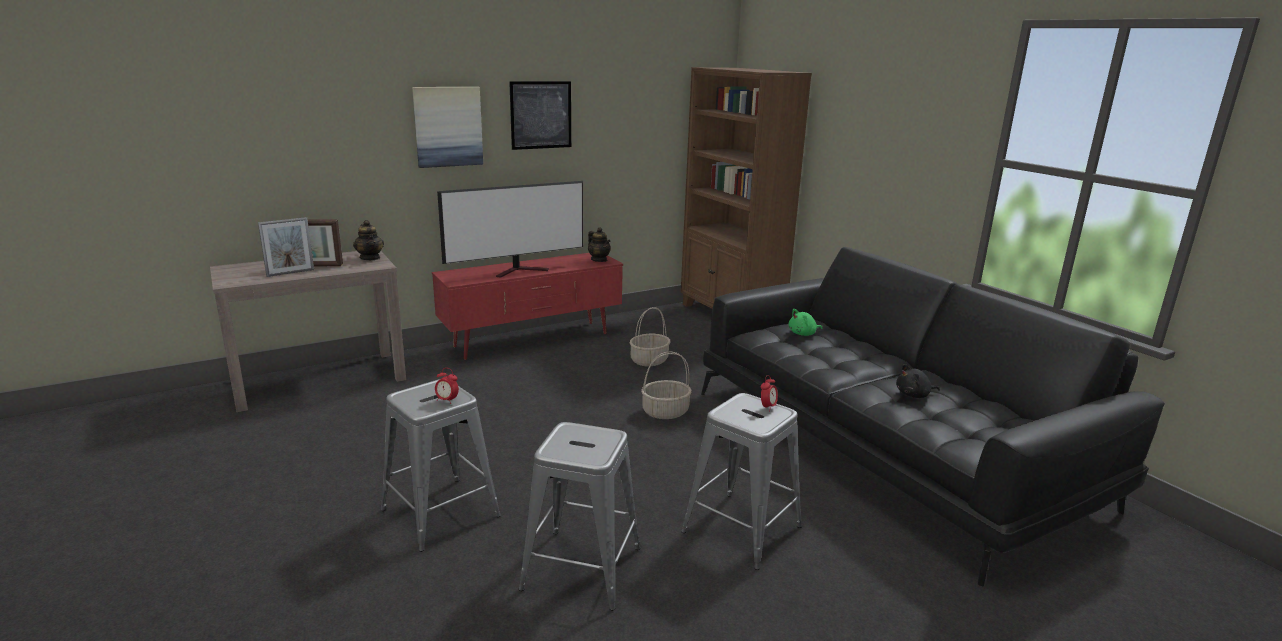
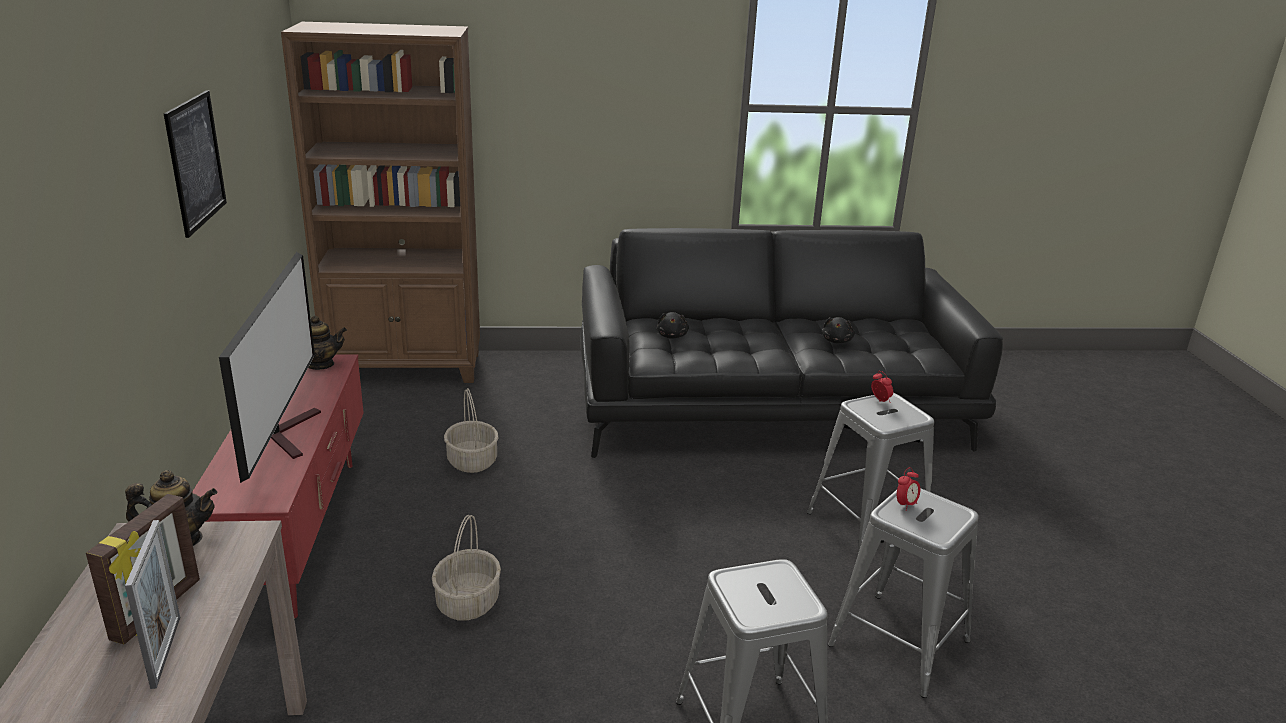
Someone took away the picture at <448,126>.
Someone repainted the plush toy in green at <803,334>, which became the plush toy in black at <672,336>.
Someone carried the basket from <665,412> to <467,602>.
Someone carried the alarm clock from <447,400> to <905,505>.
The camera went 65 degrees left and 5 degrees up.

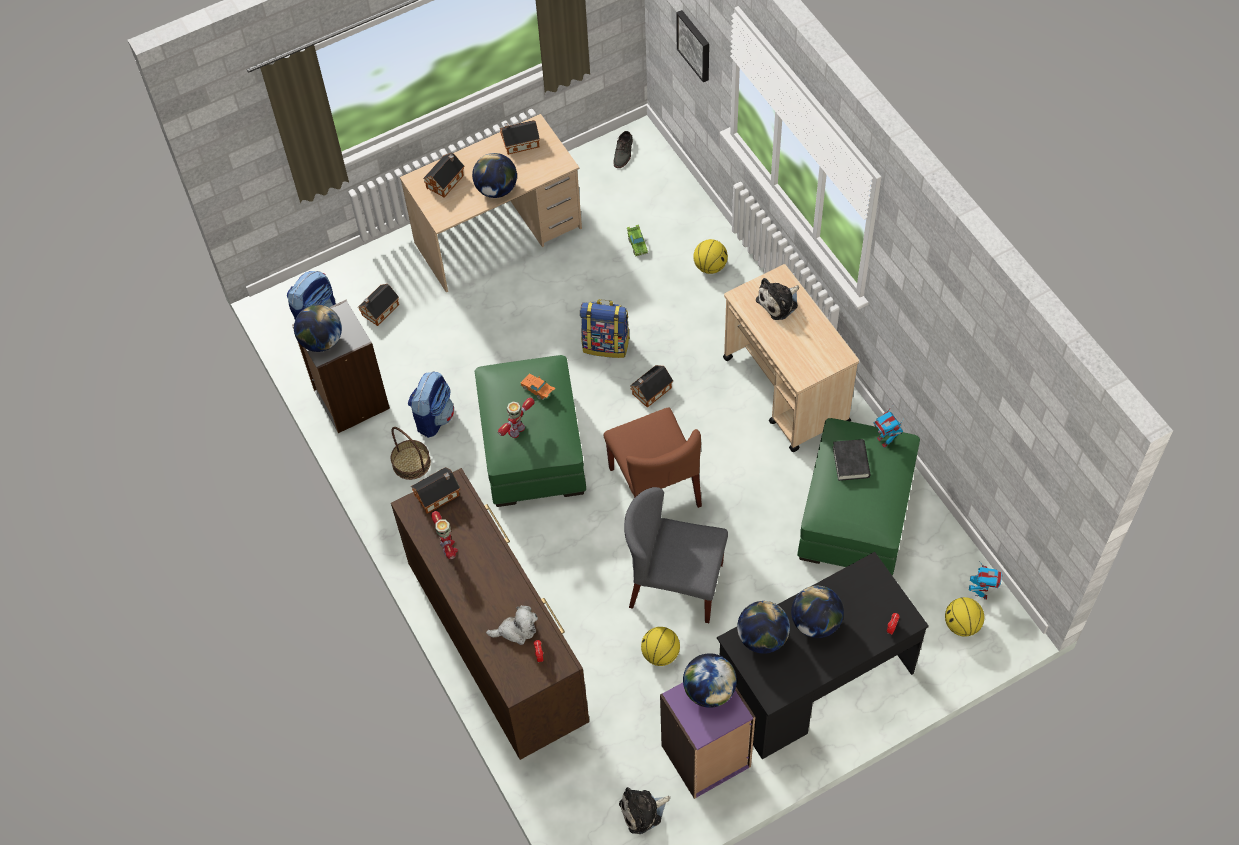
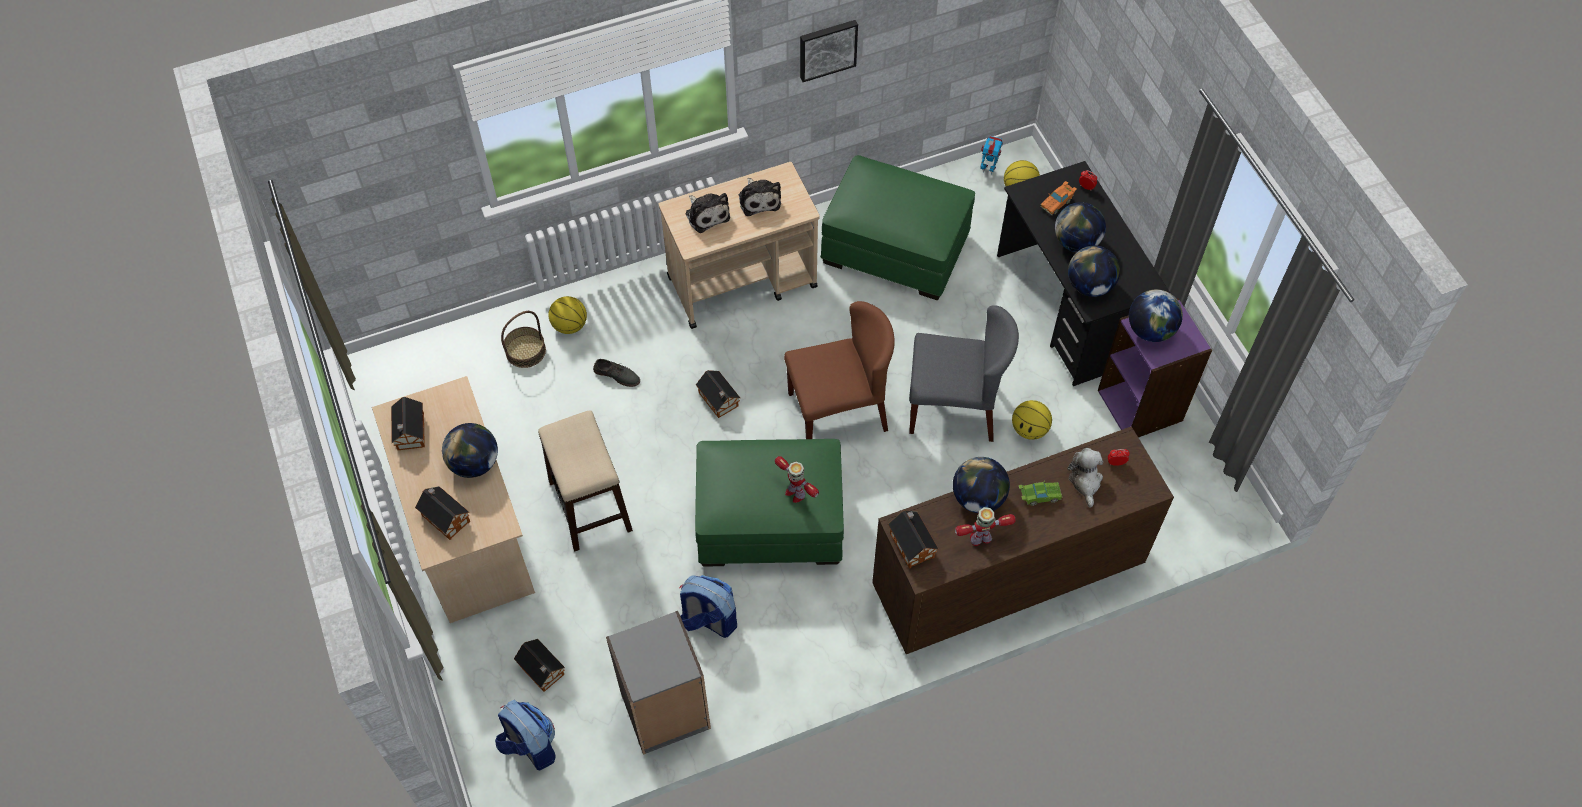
Someone carried the picture from <695,45> to <827,49>.
Someone carried the shoe in grey from <623,153> to <617,375>.
Someone carried the toy car in green from <637,244> to <1039,496>.
Someone took away the backpack at <606,344>.
Someone carried the globe from <321,341> to <978,498>.
Someone carried the toy car in orange from <538,390> to <1057,202>.
Someone took away the toy robot at <885,440>.
Someone carried the basket from <411,463> to <525,351>.
Someone took away the book in black at <851,462>.
Someone rotated the chair in grey at <675,585> by 105 degrees counterclockwise.
Someone carried the plush toy from <643,811> to <759,199>.
Someone put down the stool at <590,507>.
The camera went 85 degrees left and 0 degrees up.

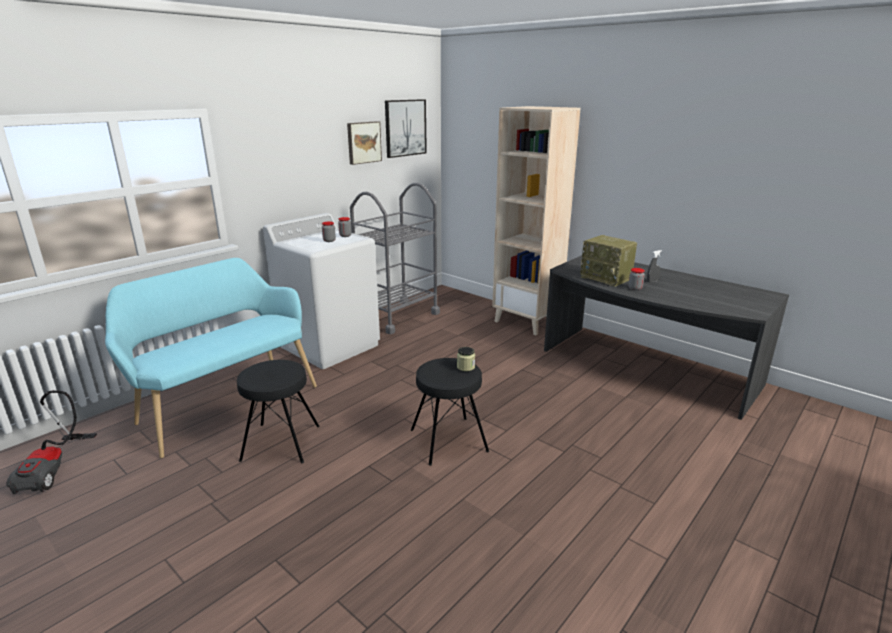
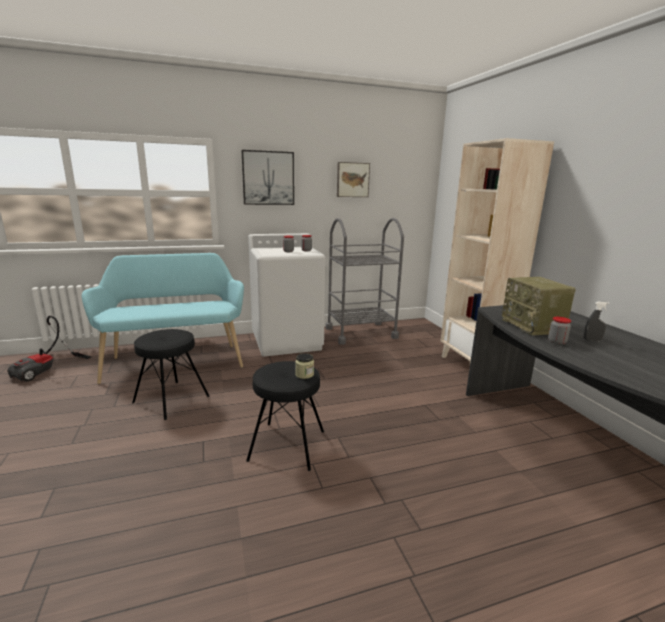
Someone carried the picture from <405,128> to <268,178>.
The camera went 30 degrees right and 5 degrees down.

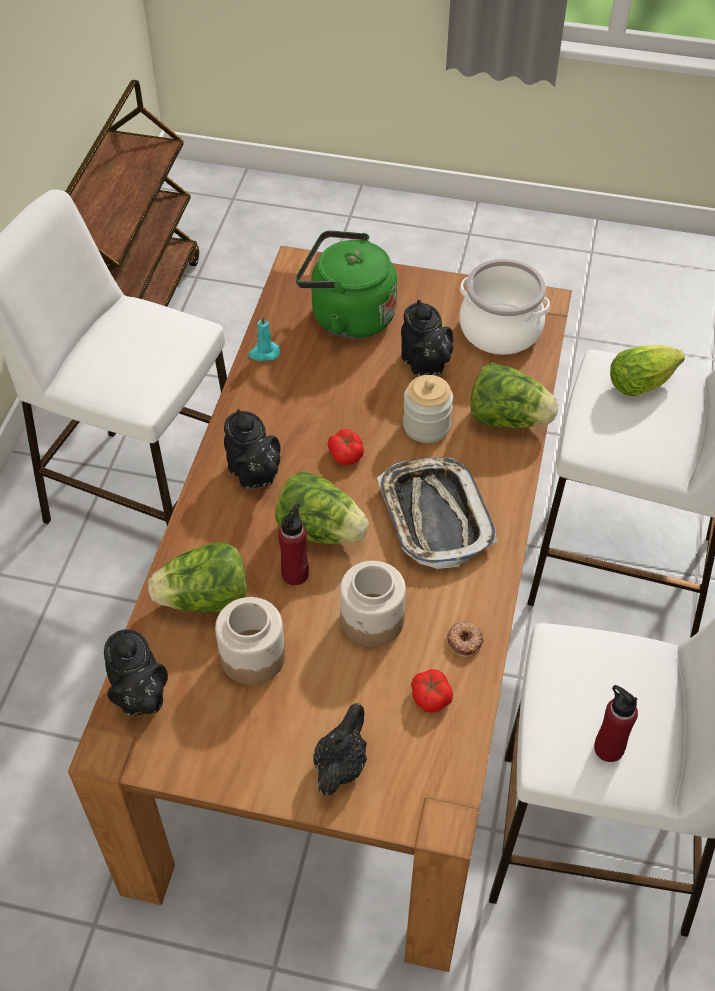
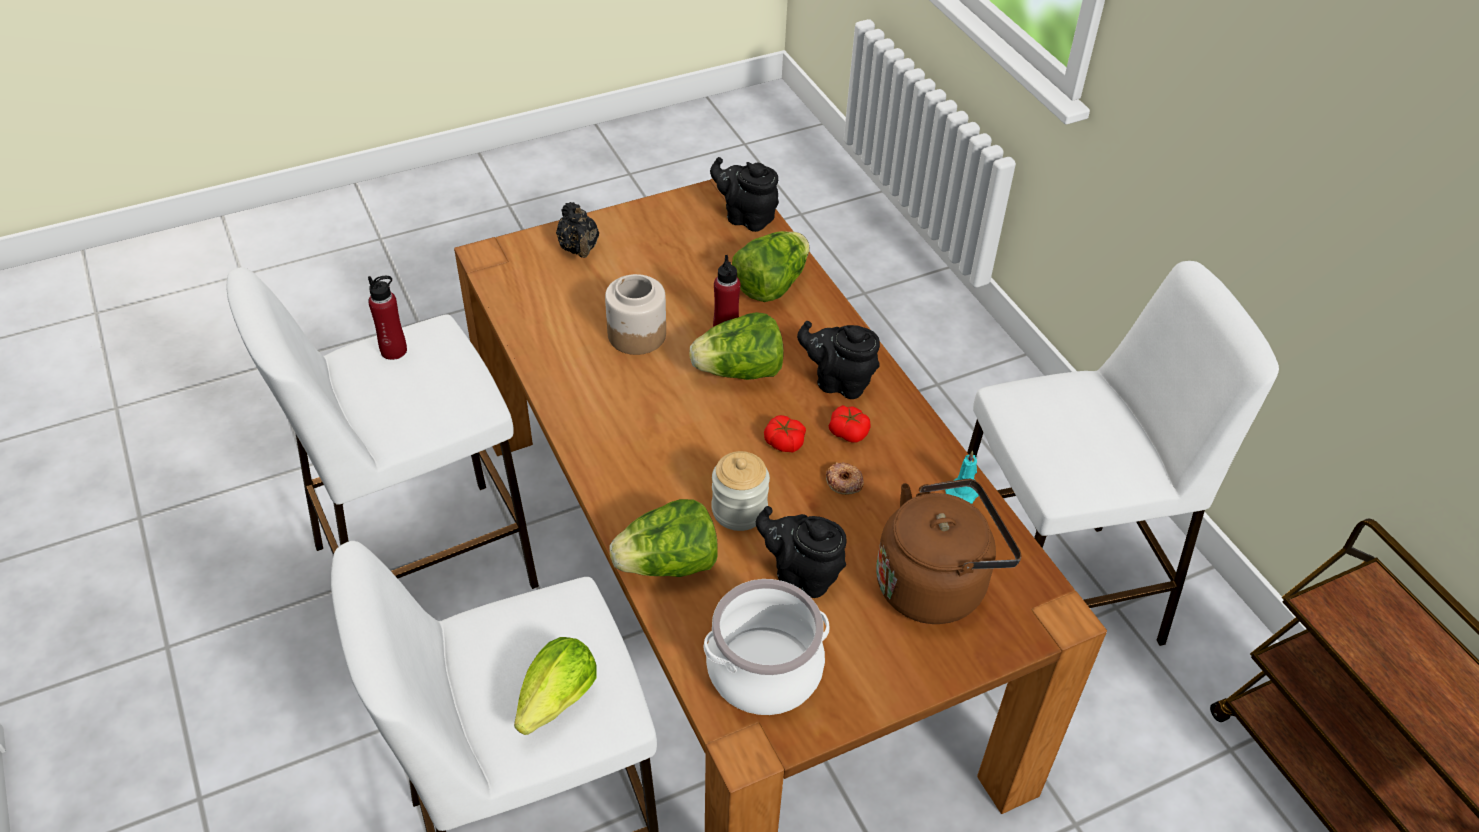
Someone repainted the kettle in green at <347,316>, which became the kettle in brown at <936,583>.
Someone took away the tray at <434,516>.
Someone took away the jar at <253,656>.
Someone carried the donut from <465,641> to <844,482>.
Someone carried the tomato from <430,697> to <848,432>.
The camera went 140 degrees right and 5 degrees down.

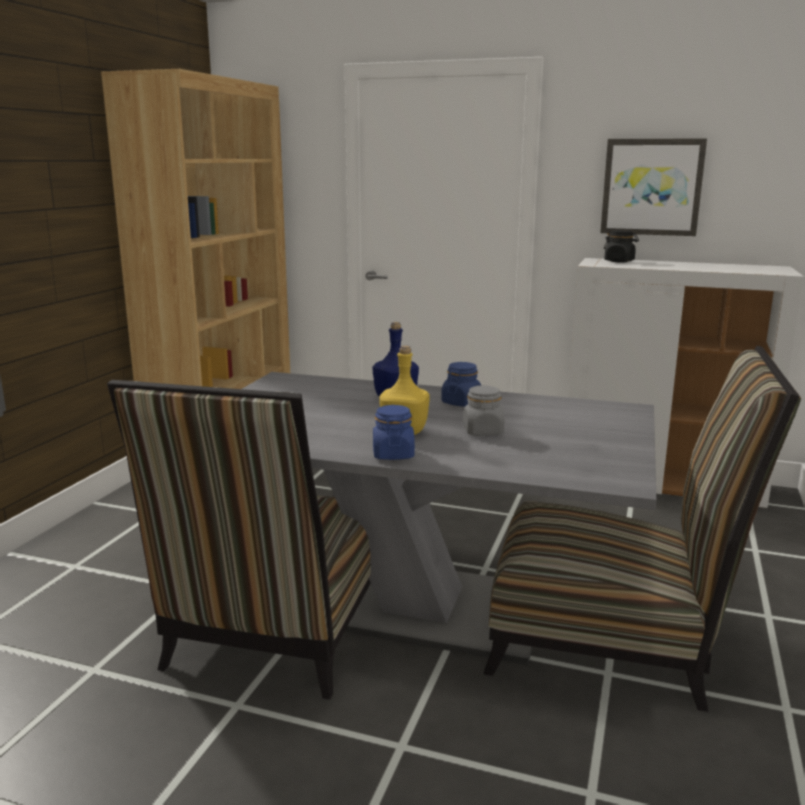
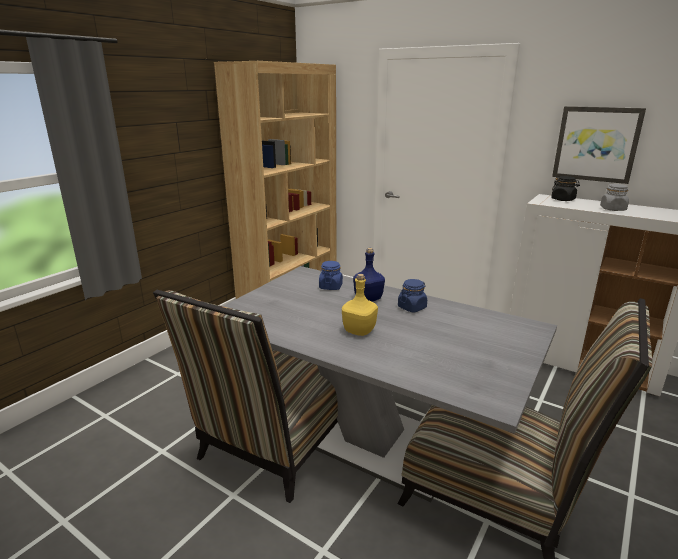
Someone carried the jar in grey from <483,431> to <613,209>.
Someone carried the jar in blue from <393,454> to <330,286>.
The camera went 15 degrees right and 5 degrees up.

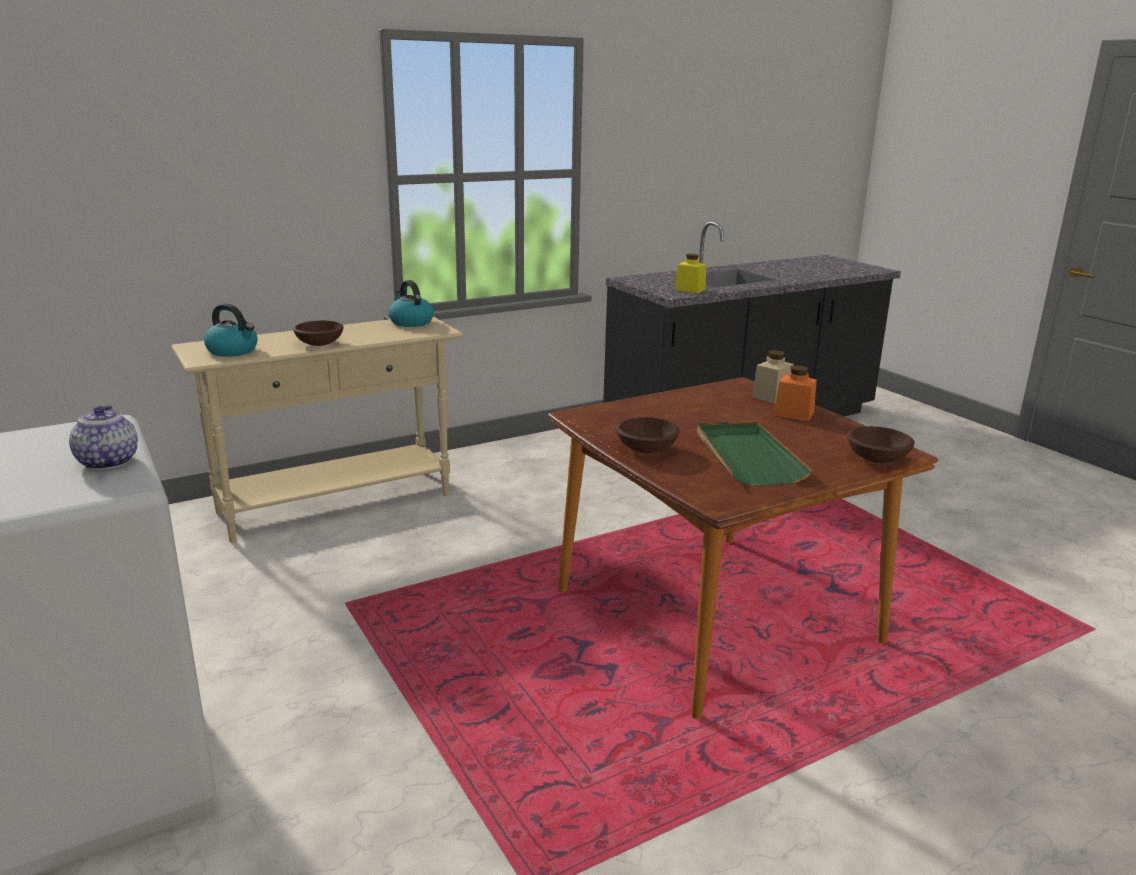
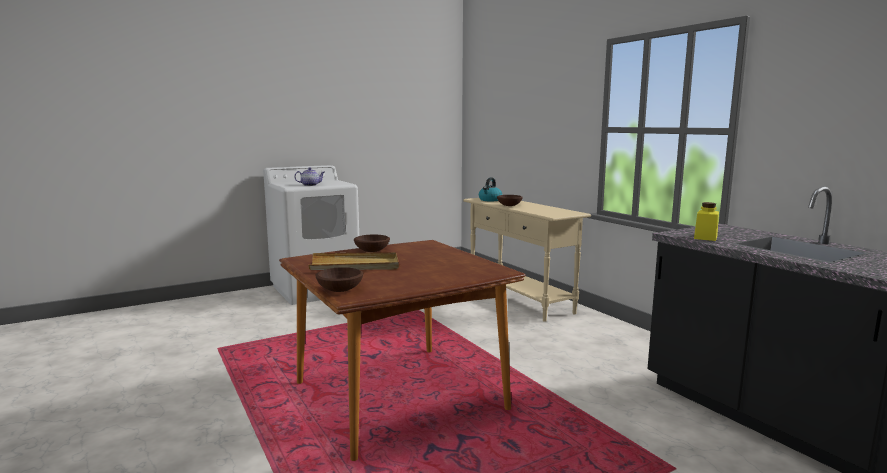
Someone took away the kettle at <410,322>.
Someone took away the jar in beige at <771,396>.
Someone took away the jar in orange at <794,414>.
Someone repainted the tray in green at <747,456>, which became the tray in beige at <355,265>.
The camera went 90 degrees right and 10 degrees down.

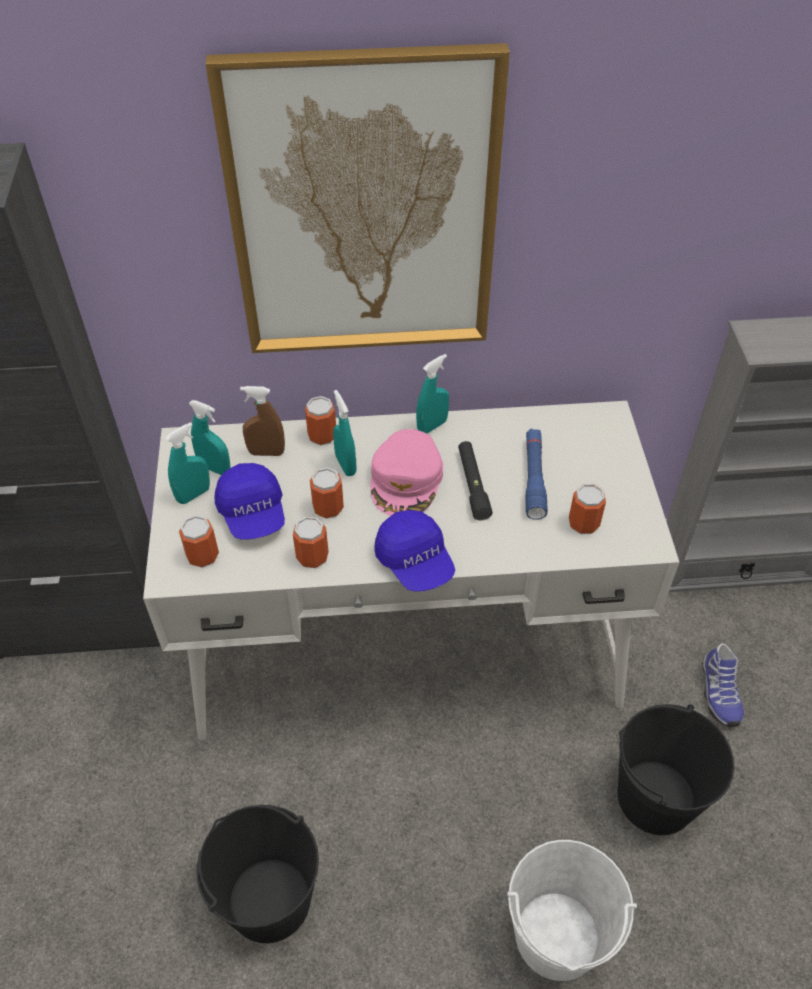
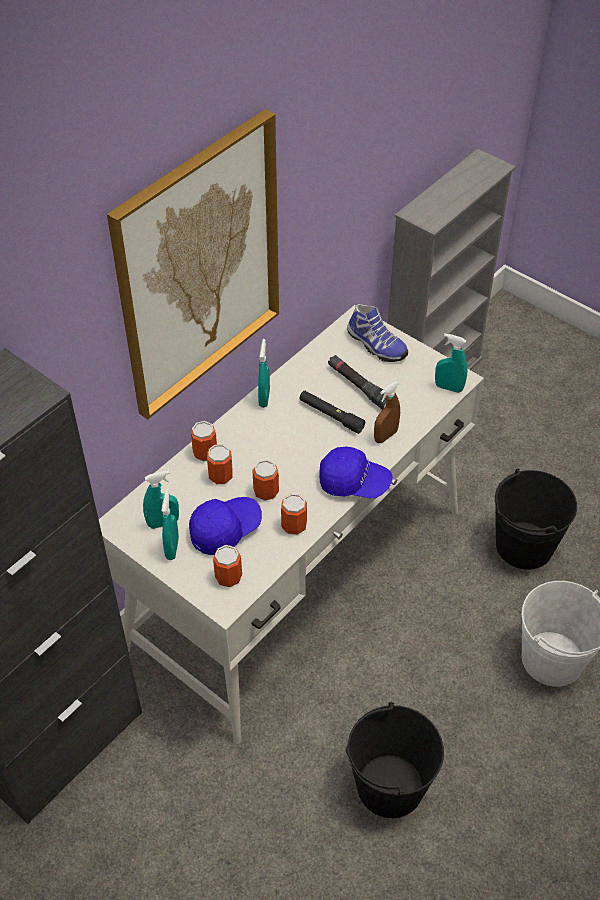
Someone carried the spray bottle in brown from <266,452> to <385,436>.
Someone carried the spray bottle in turquoise from <345,465> to <448,388>.
Someone took away the cap in pink at <406,480>.
Someone repainted the flashlight in blue at <534,478>, which became the flashlight in black at <359,387>.
Someone rotated the cap in blue at <253,513> by 60 degrees counterclockwise.
Someone carried the can from <583,523> to <220,476>.
Someone carried the shoe from <718,692> to <375,345>.
The camera went 45 degrees left and 0 degrees up.

